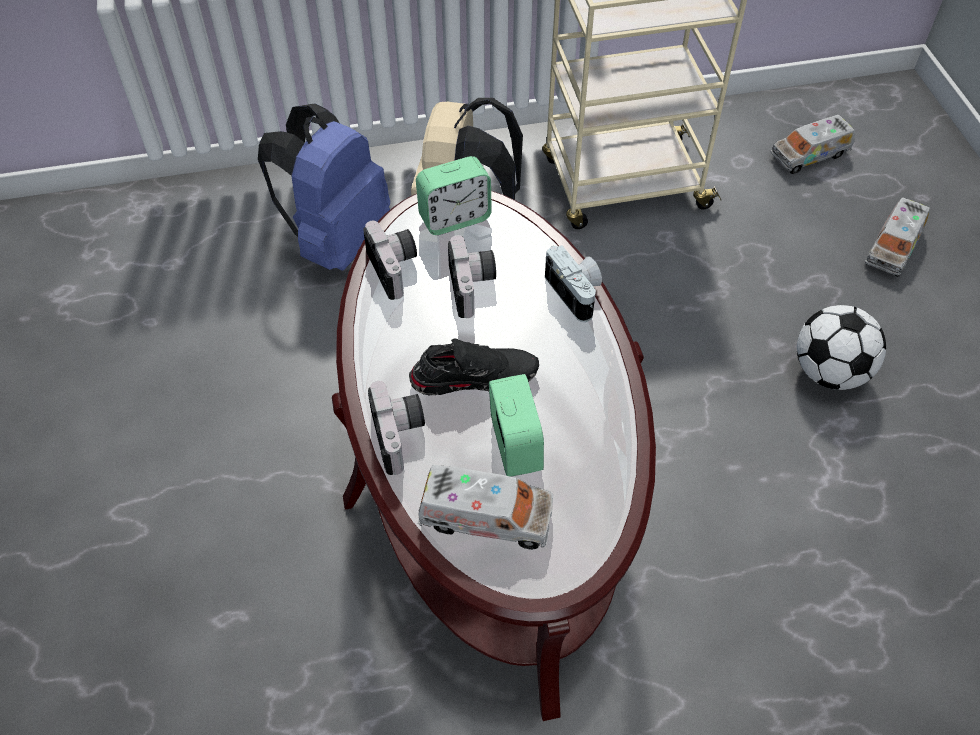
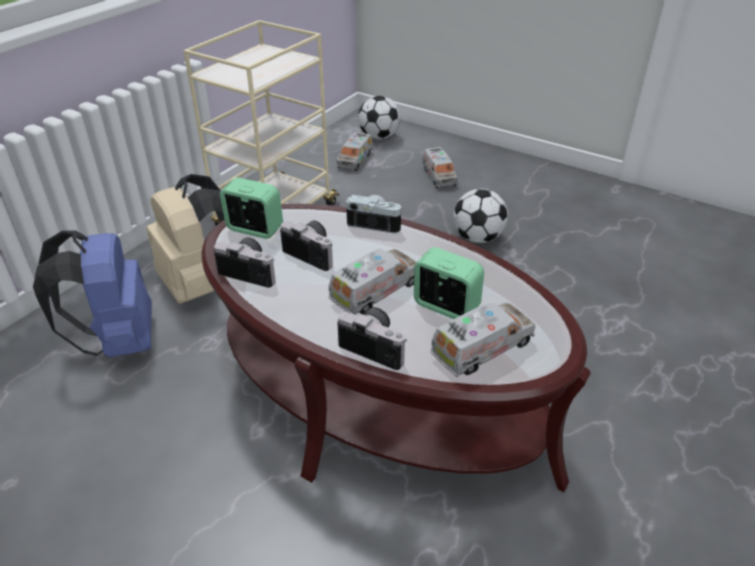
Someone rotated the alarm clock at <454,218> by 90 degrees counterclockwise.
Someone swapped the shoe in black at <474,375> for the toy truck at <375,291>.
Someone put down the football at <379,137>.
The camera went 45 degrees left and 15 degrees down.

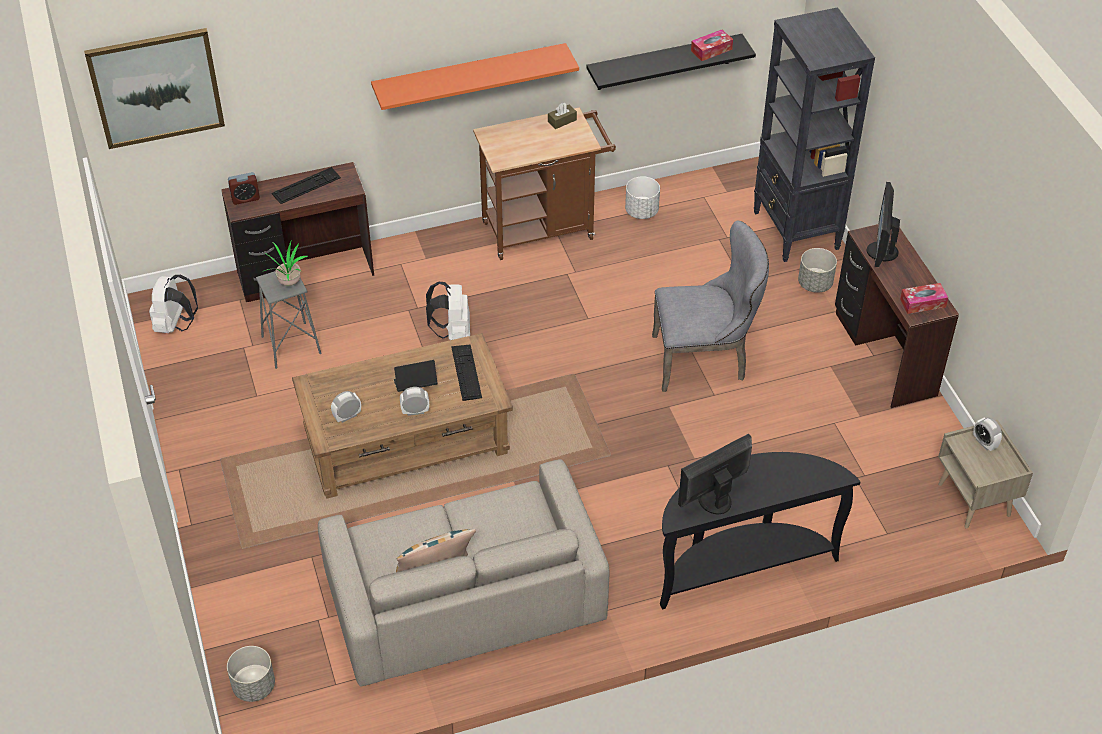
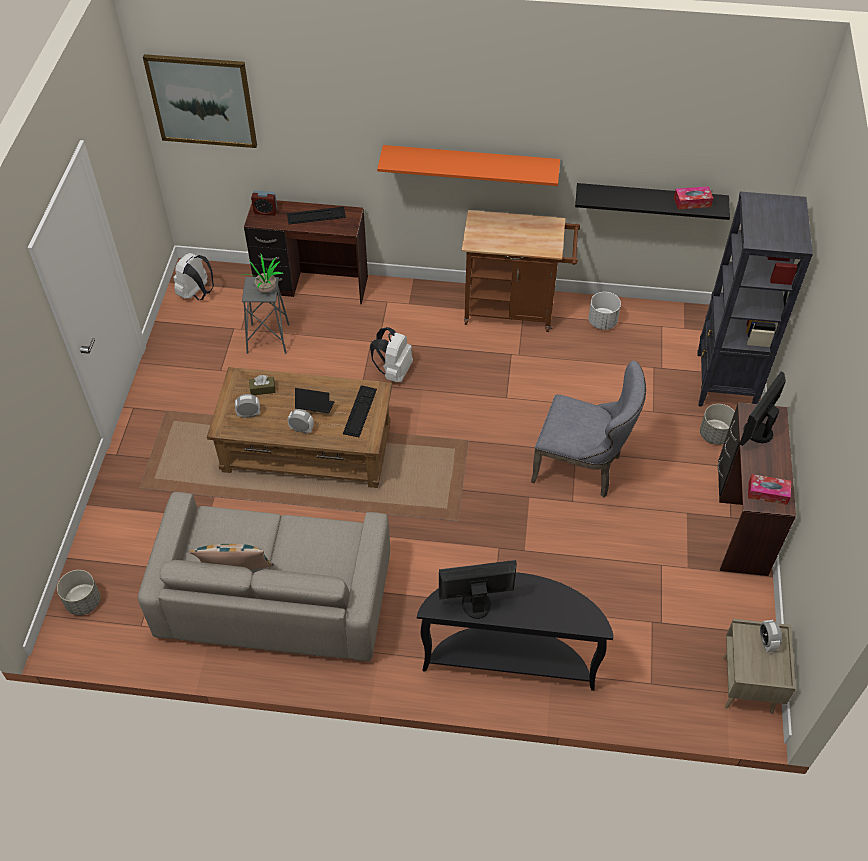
Someone carried the tissue box in brown from <562,121> to <262,389>.
The camera went 25 degrees right and 5 degrees up.

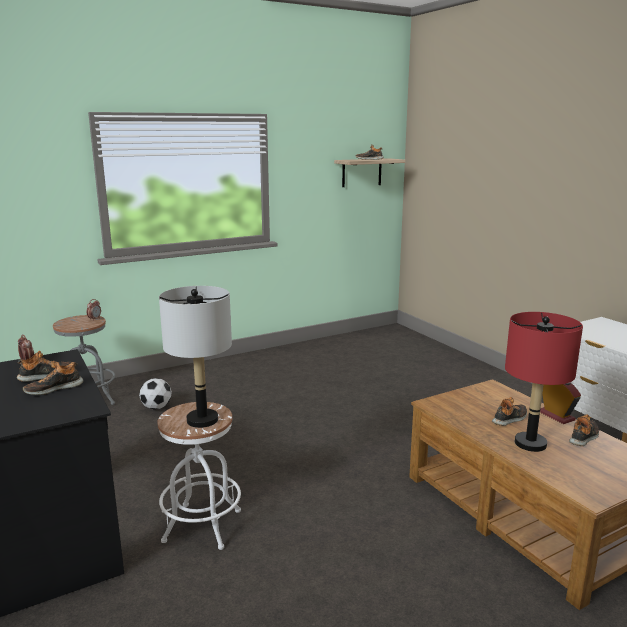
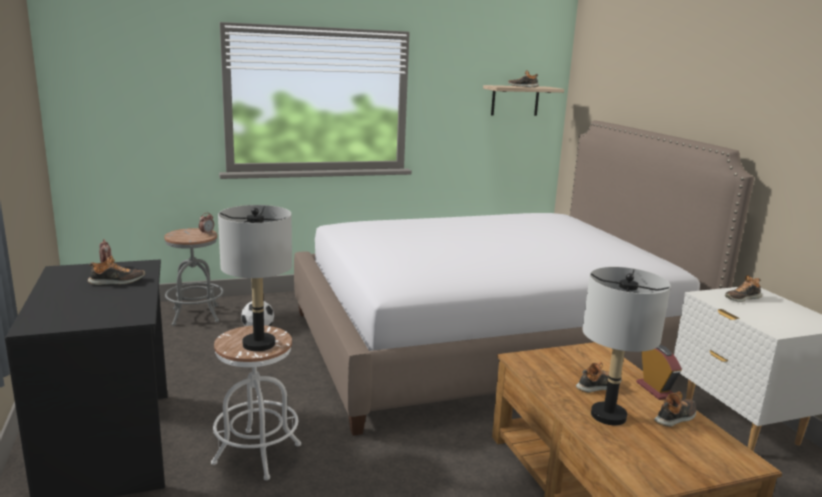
Someone repainted the table lamp in red at <530,444>, which became the table lamp in grey at <609,416>.
Someone carried the shoe from <54,388> to <741,298>.
Someone put down the bed at <488,344>.
The camera went 10 degrees right and 0 degrees up.

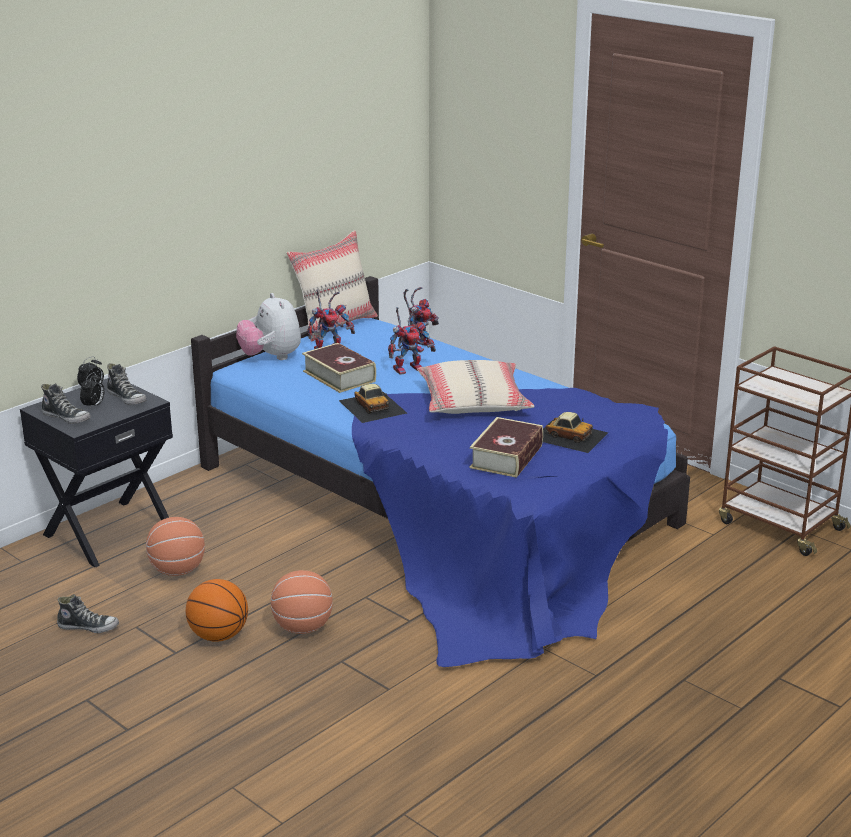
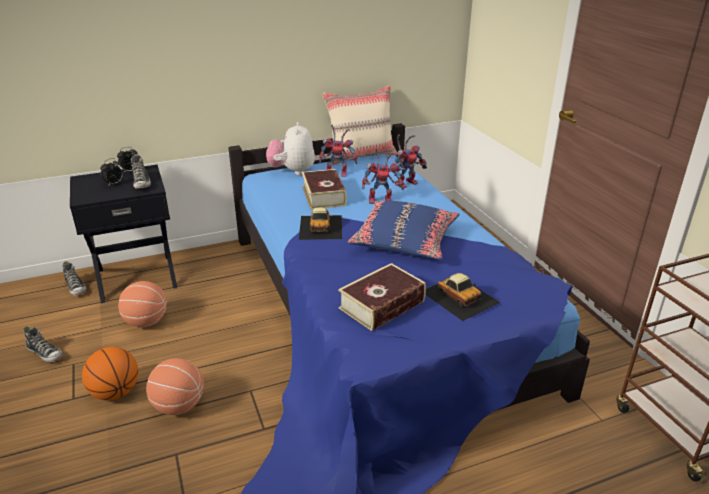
Someone repainted the pillow in beige at <473,402>, which became the pillow in blue at <405,241>.
Someone carried the shoe from <67,417> to <76,287>.
The camera went 25 degrees right and 5 degrees up.

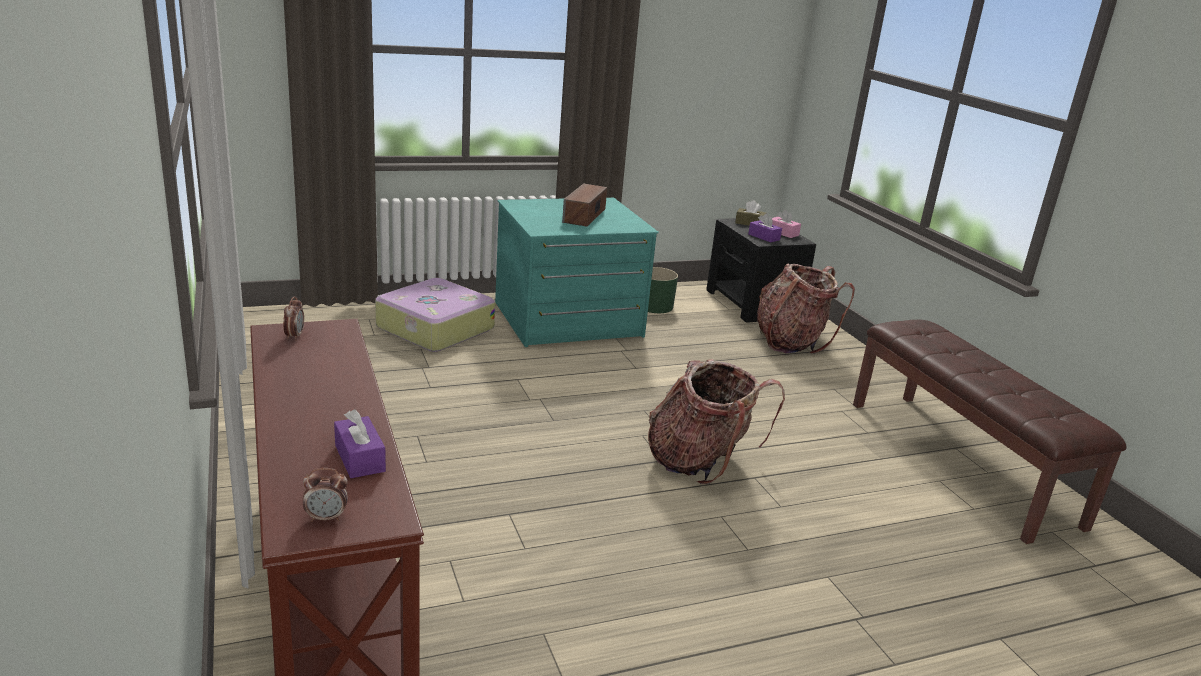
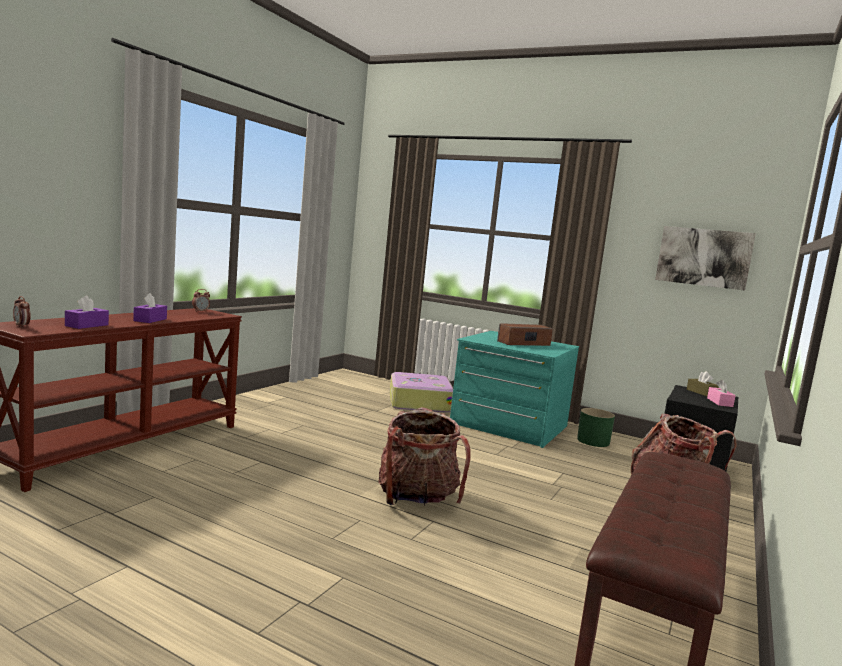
Someone carried the tissue box in purple from <764,237> to <150,320>.
Someone put up the picture at <703,257>.
The camera went 50 degrees right and 15 degrees down.

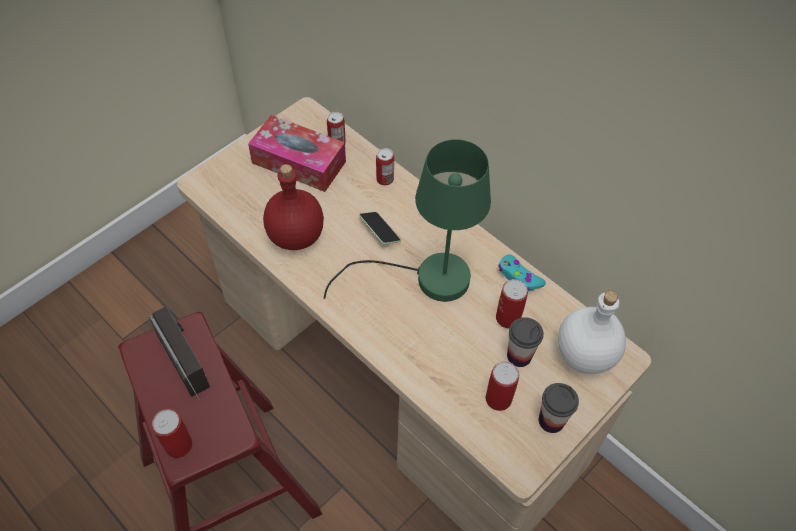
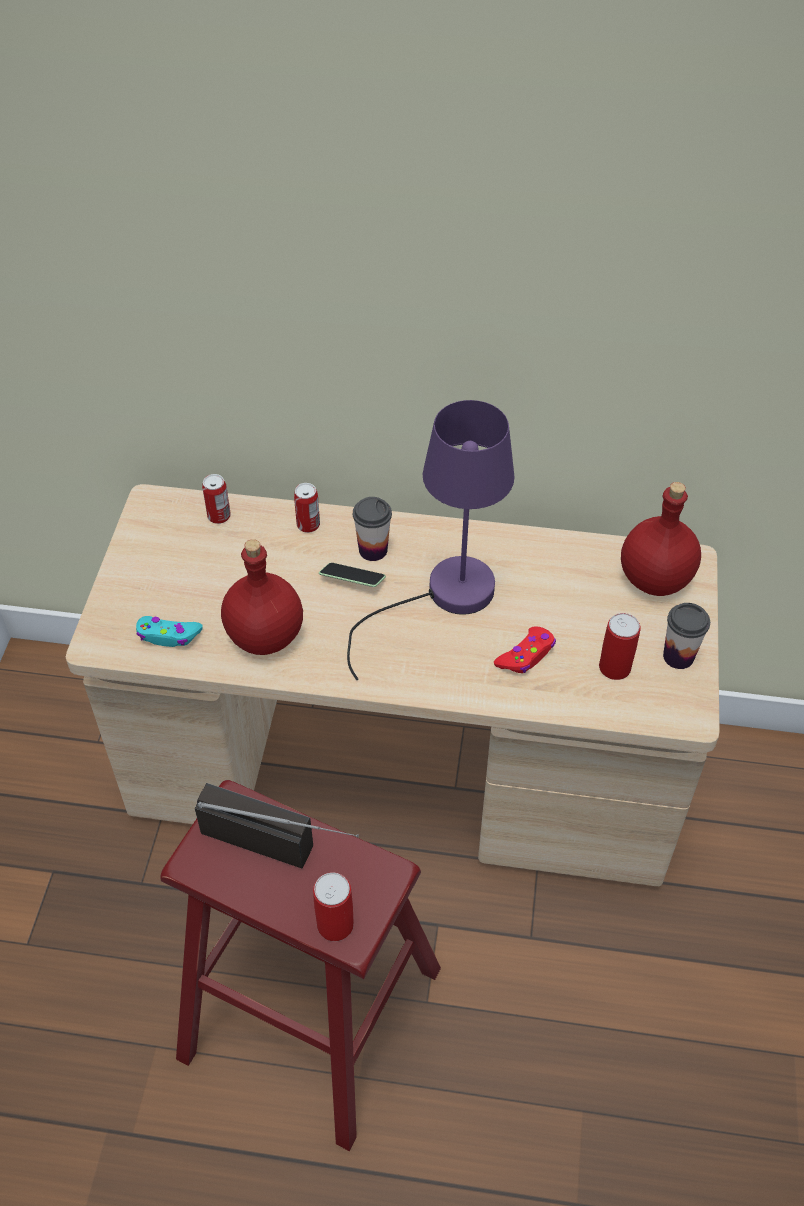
Someone took away the tissue box at <299,162>.
Someone repainted the table lamp in green at <426,278>, which became the table lamp in purple at <443,598>.
Someone carried the game controller in turquoise from <519,277> to <168,635>.
Someone took away the can at <508,318>.
Someone repainted the bottle in white at <584,356>, which became the bottle in red at <655,580>.
Someone carried the cup from <519,356> to <373,550>.
Someone put down the game controller in red at <526,655>.
The camera went 35 degrees left and 5 degrees down.

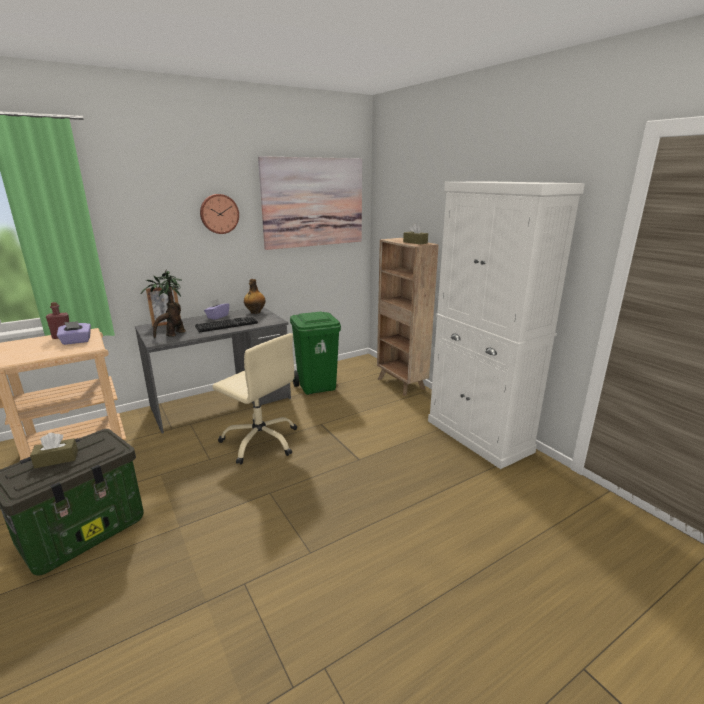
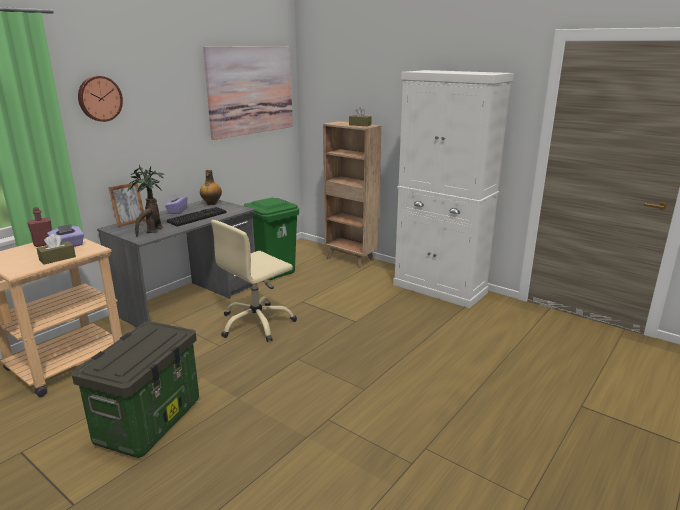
Someone carried the wall clock from <219,214> to <99,98>.
Someone rotated the office chair in beige at <260,441> by 120 degrees clockwise.
Someone carried the tissue box in brown from <56,459> to <57,258>.
The camera went 20 degrees left and 0 degrees up.

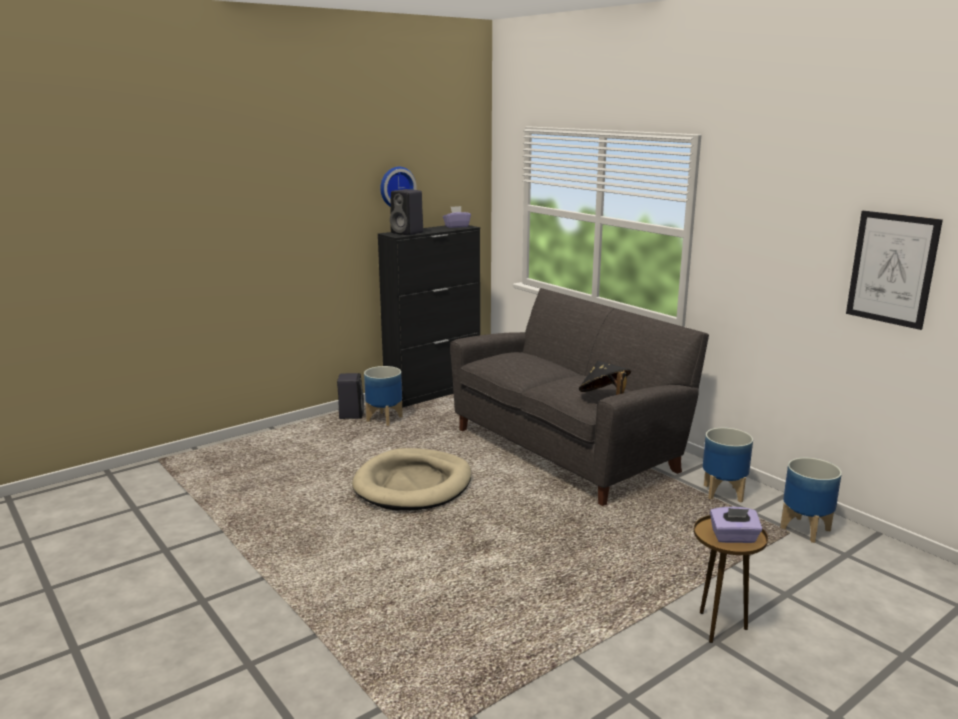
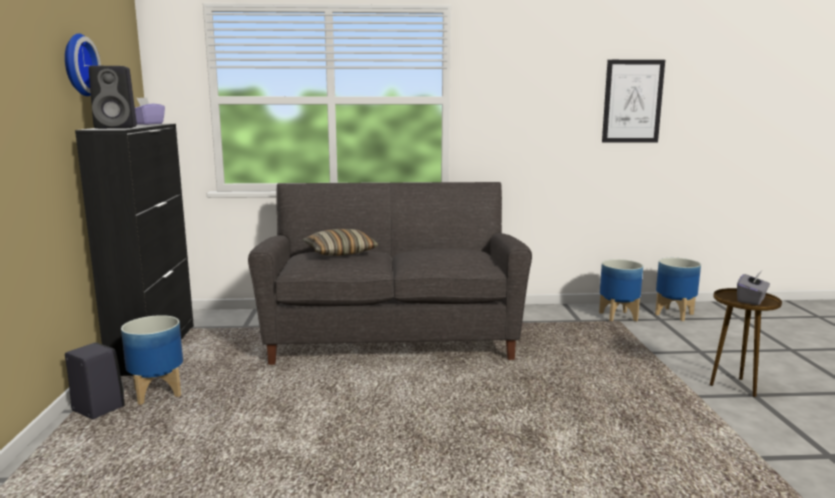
Someone took away the hat in black at <604,396>.
Someone carried the planter from <723,493> to <674,314>.
Someone took away the dog bed in beige at <413,484>.
Someone repainted the tissue box in purple at <734,537>, which became the tissue box in grey at <751,300>.
Someone put down the pillow at <340,252>.
The camera went 55 degrees left and 5 degrees down.

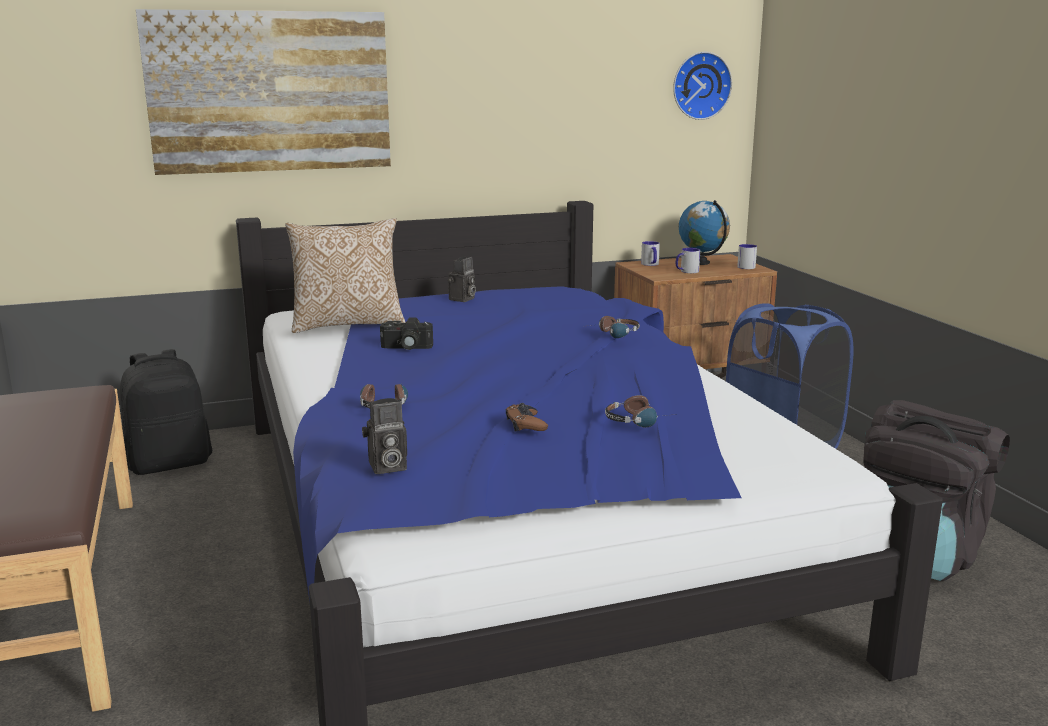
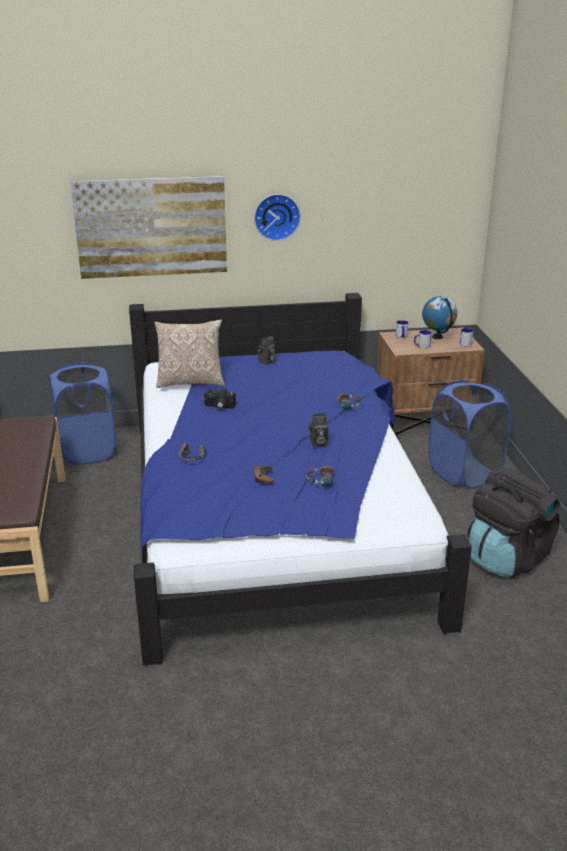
Someone carried the wall clock from <700,85> to <276,216>.
Someone swapped the backpack in black at <170,463> for the laundry basket in blue at <88,451>.
Someone carried the photo camera from <386,467> to <318,443>.
The camera went 10 degrees right and 10 degrees up.

